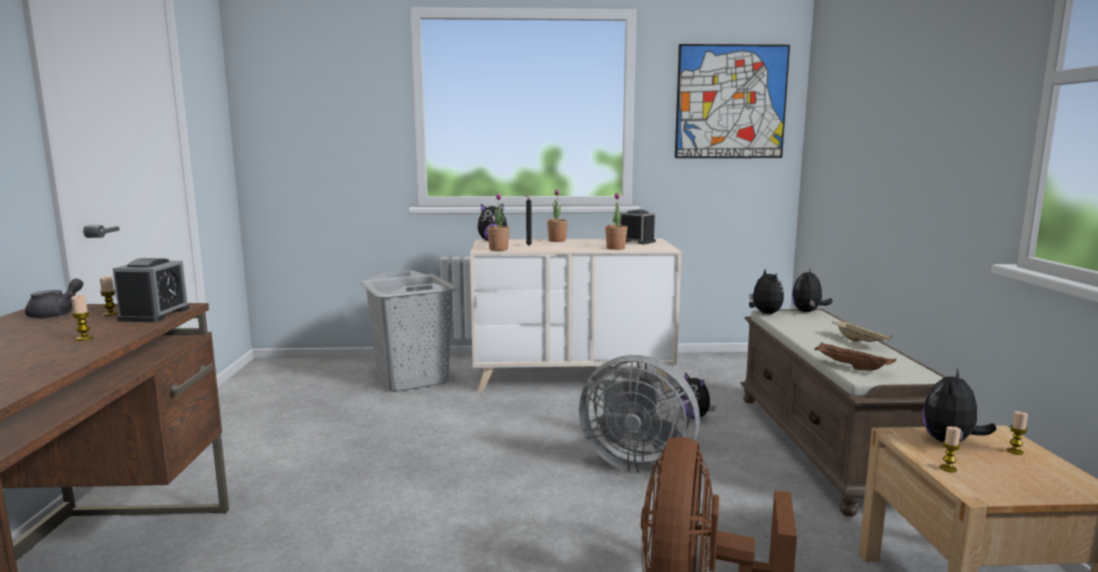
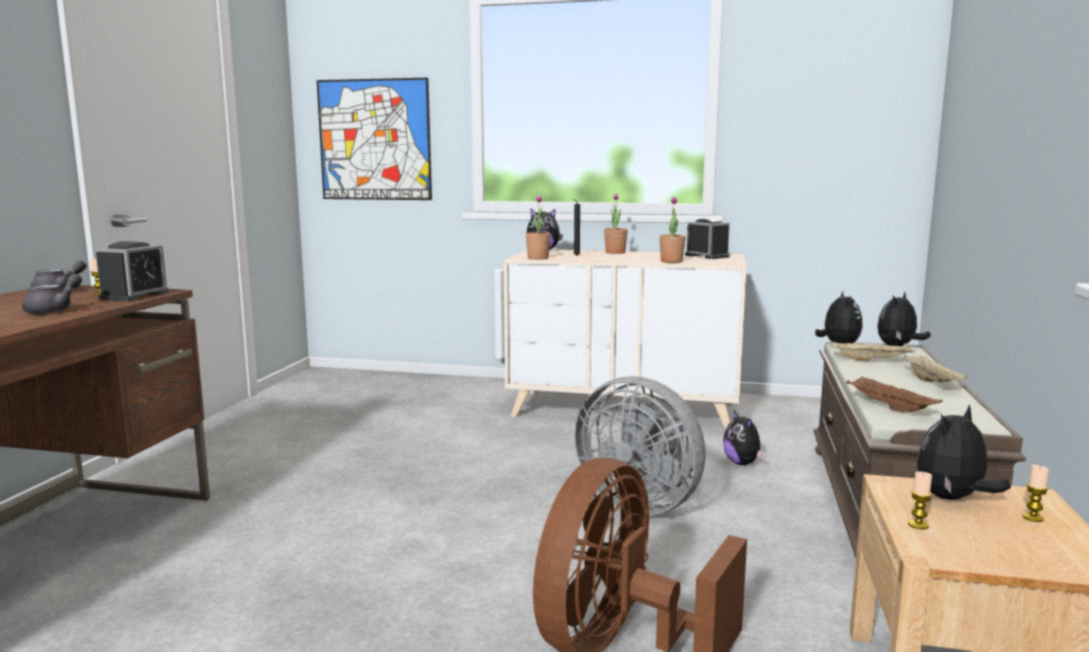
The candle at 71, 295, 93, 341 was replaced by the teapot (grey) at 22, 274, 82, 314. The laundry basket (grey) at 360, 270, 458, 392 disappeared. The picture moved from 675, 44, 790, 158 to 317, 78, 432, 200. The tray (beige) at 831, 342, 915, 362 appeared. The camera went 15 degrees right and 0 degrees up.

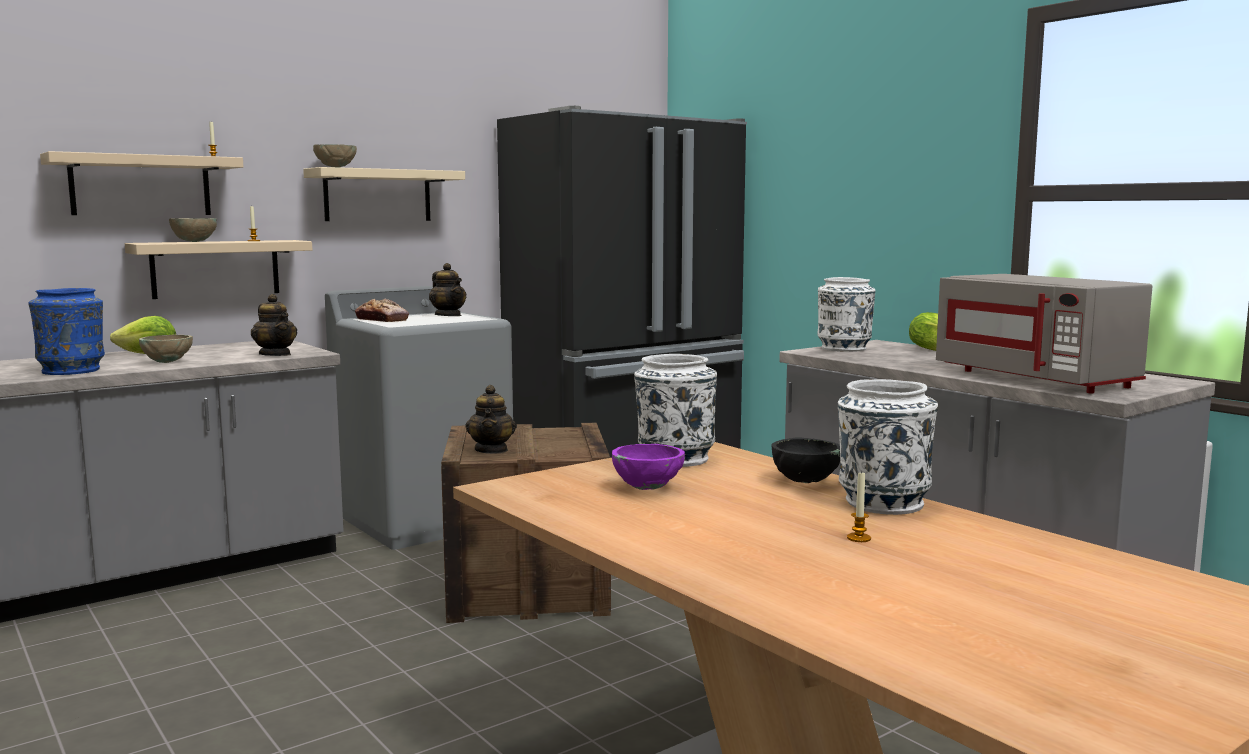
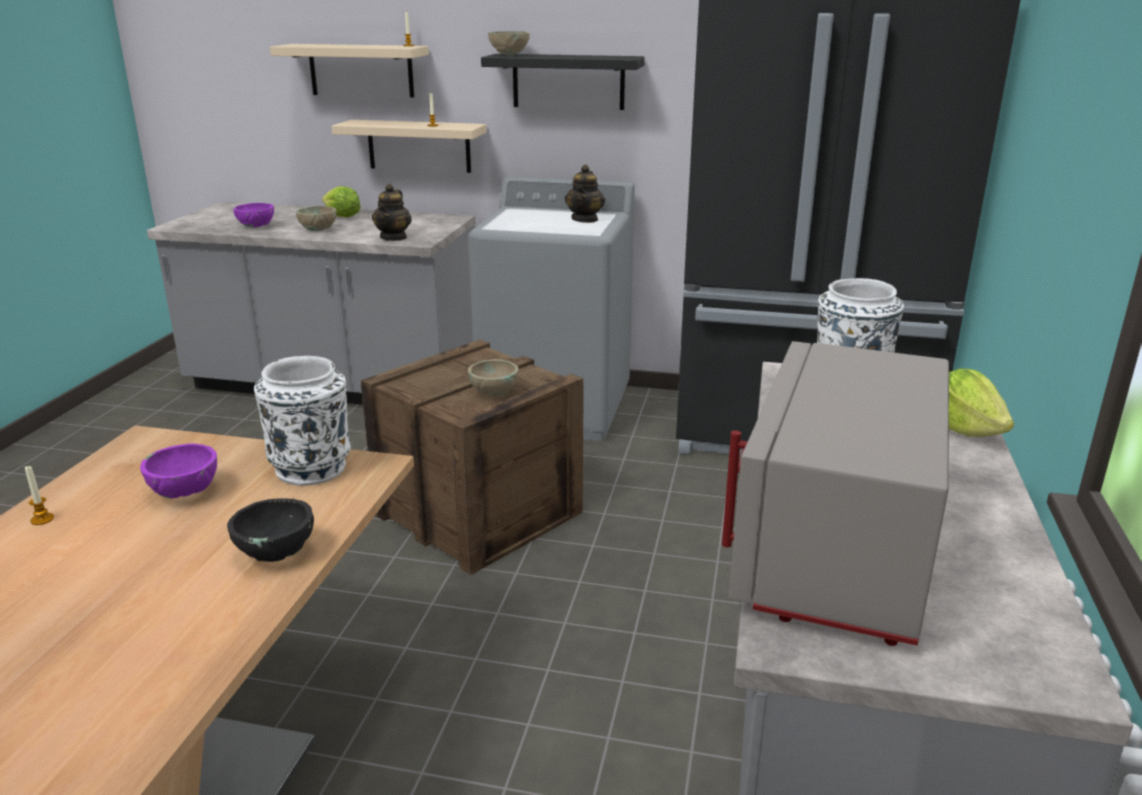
The vase (blue) at 28, 288, 105, 375 was replaced by the bowl (purple) at 233, 203, 274, 228. The bowl (beige) moved from 169, 218, 217, 242 to 468, 359, 518, 396. The shelf (beige) at 303, 167, 465, 221 became the shelf (black) at 481, 54, 645, 110. The bread at 355, 299, 409, 322 disappeared. The teapot at 465, 385, 516, 454 disappeared. The vase (white) at 838, 379, 938, 515 disappeared. The candle moved from 847, 470, 871, 542 to 25, 465, 54, 525. The camera went 50 degrees right and 15 degrees up.

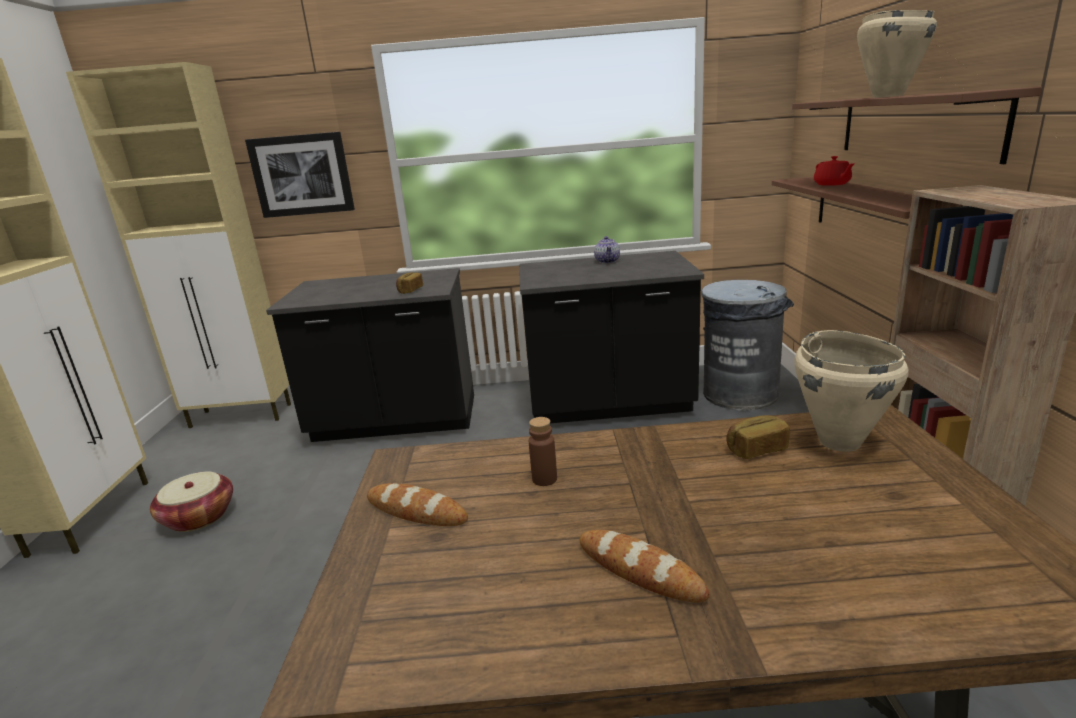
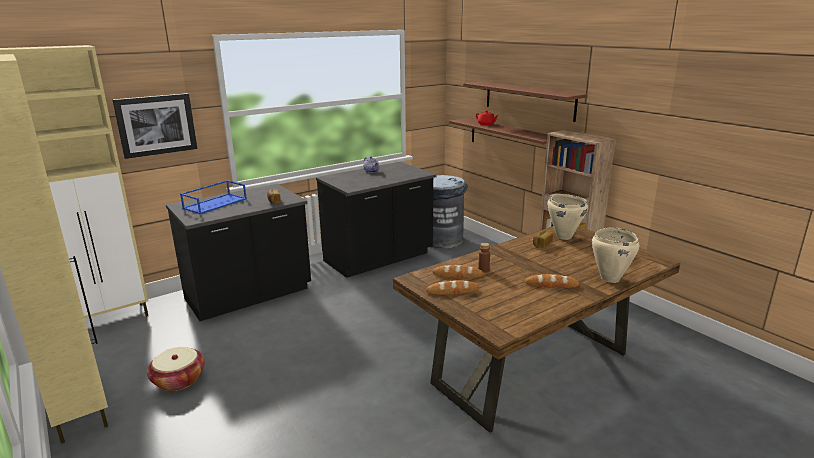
The cooking pot (beige) moved from 857, 10, 937, 98 to 592, 227, 639, 283. The tray (blue) at 180, 180, 247, 214 appeared. The bread at 432, 265, 484, 278 appeared. The camera went 35 degrees left and 0 degrees up.

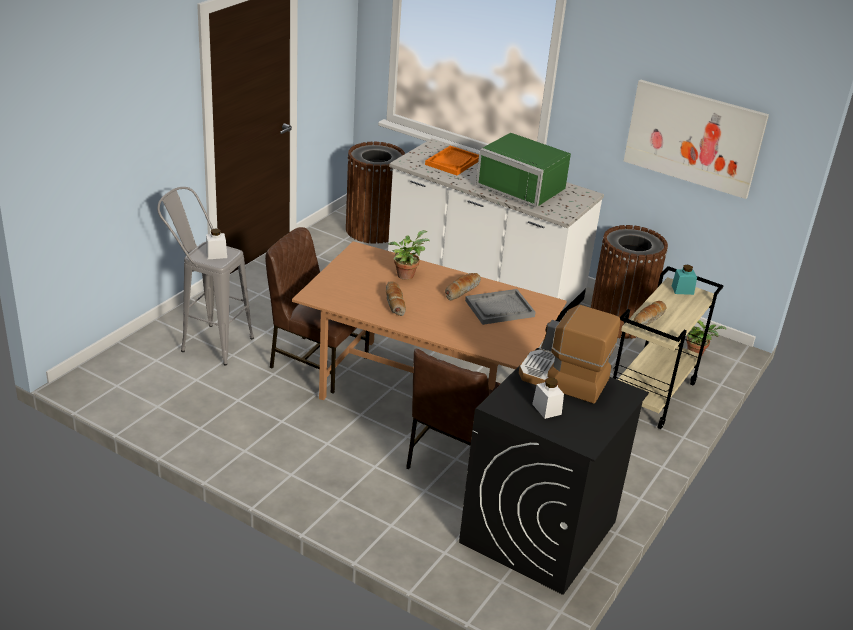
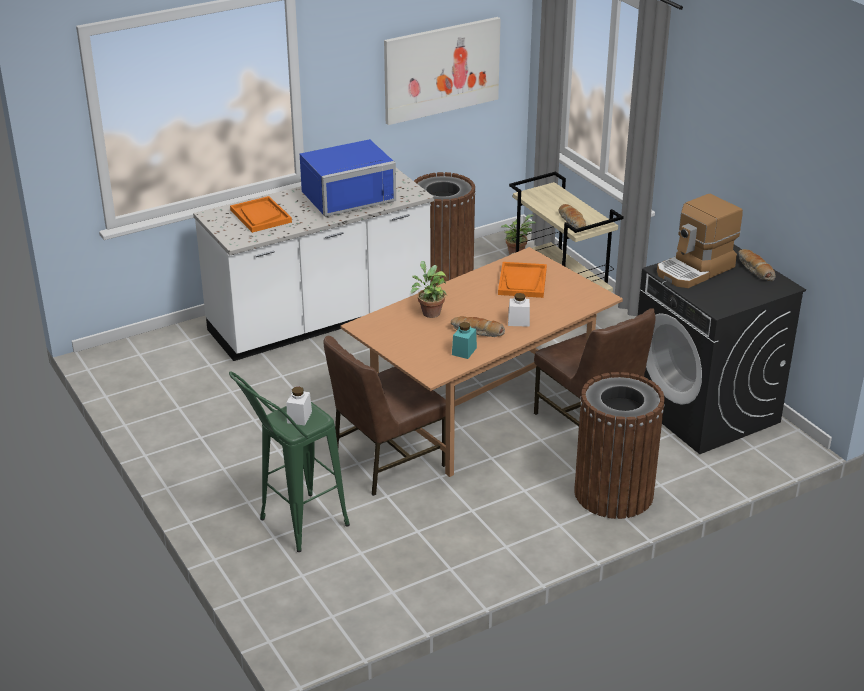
The stool (grey) at 157, 187, 254, 365 became the stool (green) at 229, 371, 350, 552. The trash can (brown) moved from 346, 142, 405, 244 to 574, 372, 665, 519. The bread moved from 445, 273, 481, 301 to 738, 249, 776, 281. The tray (grey) at 465, 289, 536, 325 became the tray (orange) at 498, 262, 547, 298. The microwave (green) at 476, 133, 571, 207 became the microwave (blue) at 300, 139, 396, 217. The jar (white) moved from 532, 378, 564, 419 to 508, 293, 530, 327. The jar (turquoise) moved from 672, 265, 697, 295 to 452, 322, 477, 359. The camera went 60 degrees left and 0 degrees up.

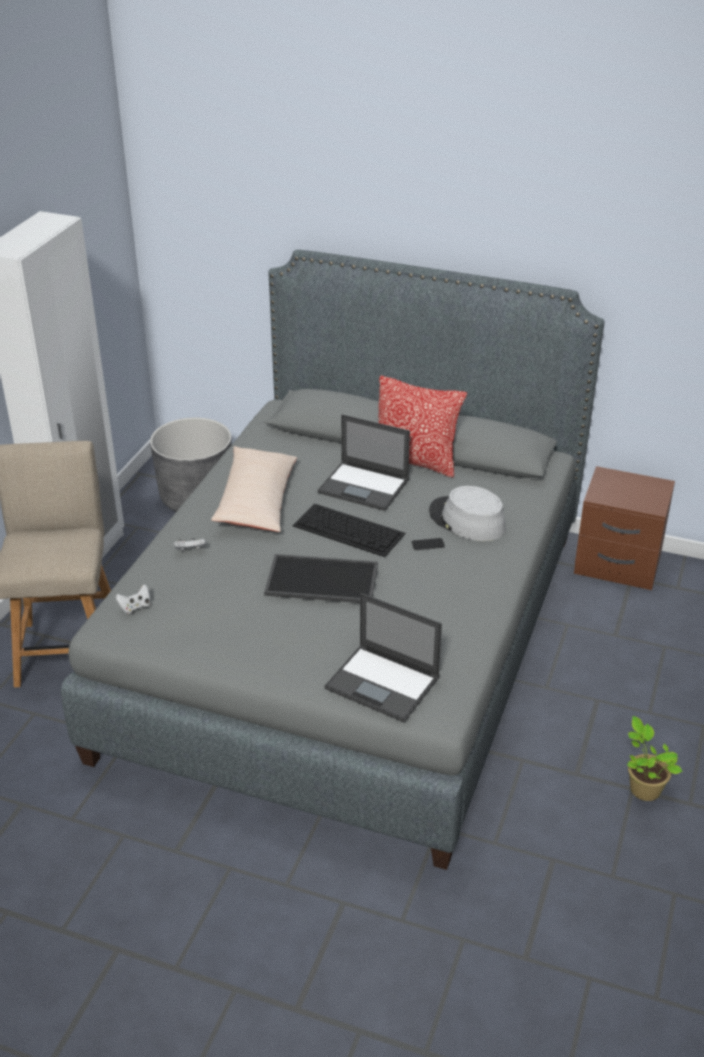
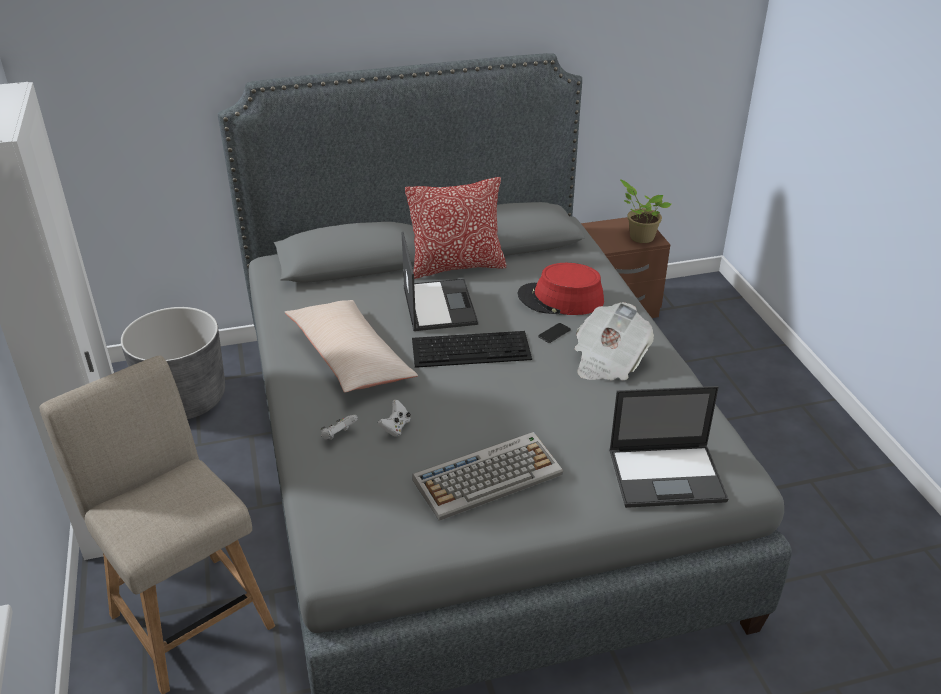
The game controller (white) moved from 115, 584, 150, 614 to 378, 400, 411, 437. The tray at 264, 554, 378, 603 disappeared. The laptop at 317, 414, 410, 511 turned 90 degrees counterclockwise. The hat (grey) at 429, 486, 506, 541 became the hat (red) at 517, 263, 604, 315. The potted plant moved from 627, 716, 683, 801 to 620, 180, 671, 243. The keyboard at 412, 432, 563, 521 appeared. The newspaper at 574, 302, 654, 381 appeared. The camera went 35 degrees left and 0 degrees up.

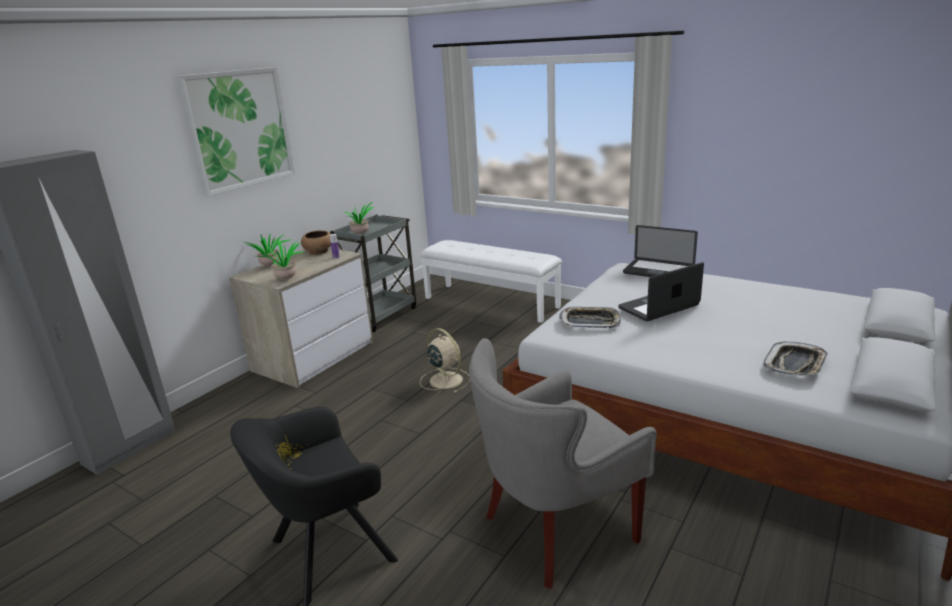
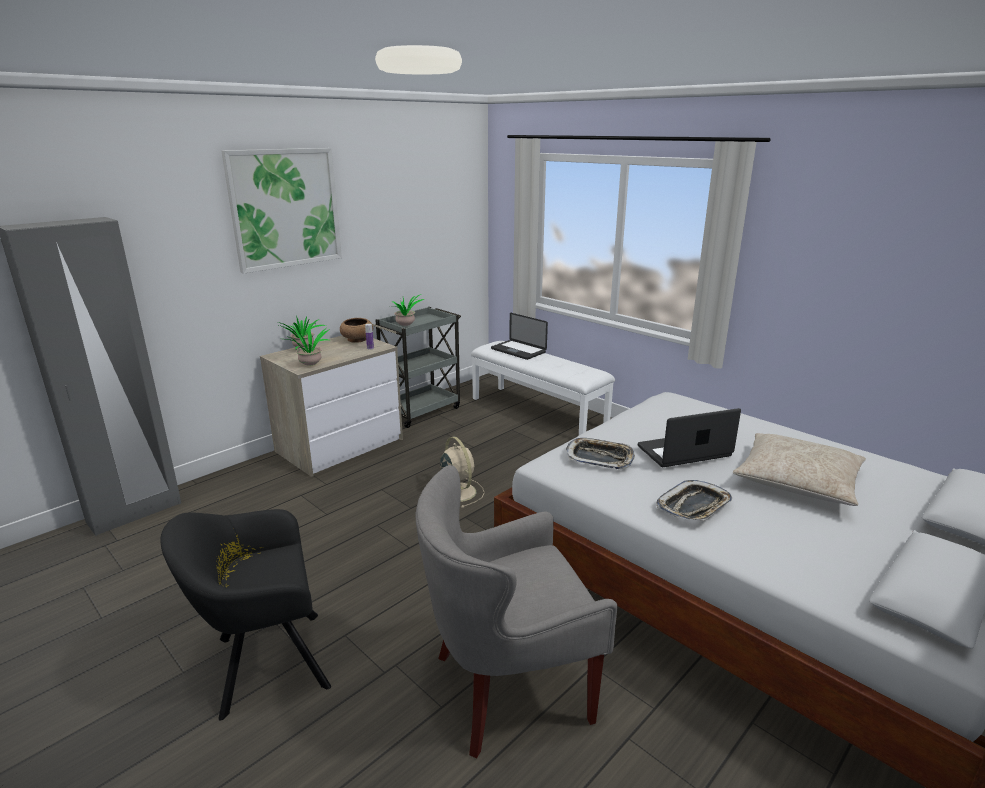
The laptop moved from 623, 225, 698, 277 to 491, 313, 548, 360. The tray moved from 763, 342, 828, 376 to 657, 480, 732, 520. The pillow (beige) at 733, 433, 866, 506 appeared. The camera went 10 degrees right and 0 degrees up.

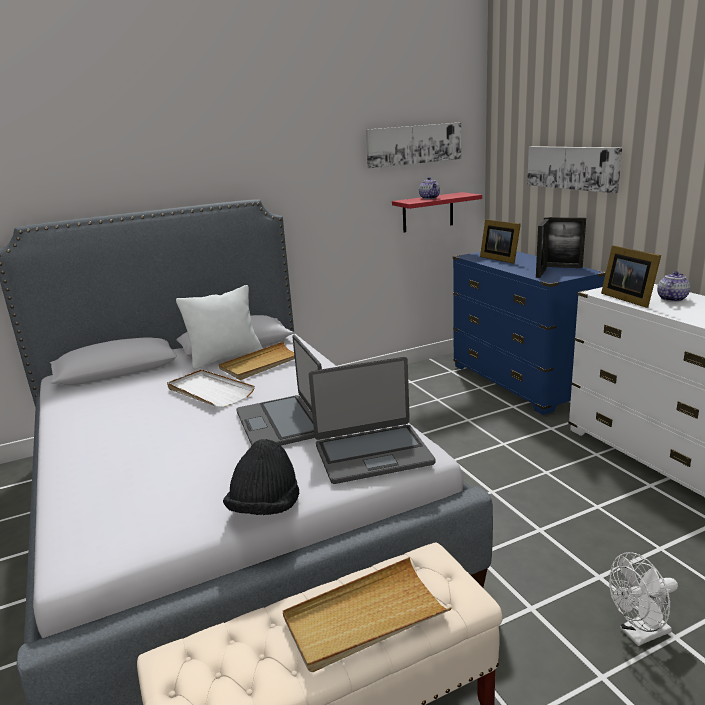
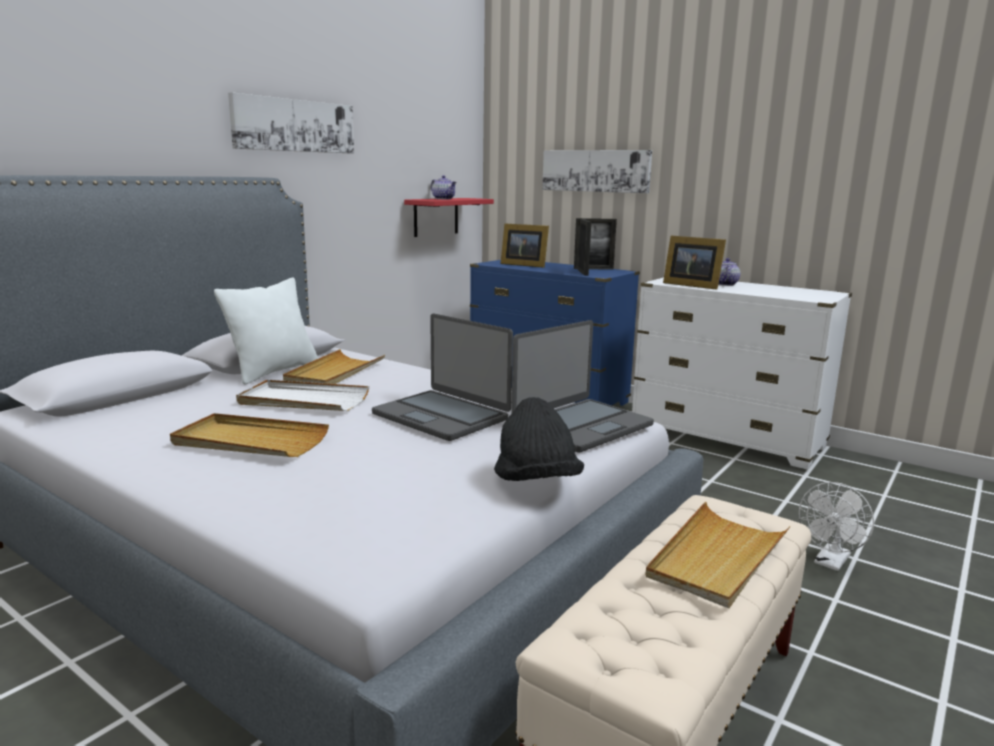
The picture moved from 366, 122, 461, 168 to 228, 92, 354, 153. The tray (beige) at 170, 413, 329, 457 appeared. The camera went 30 degrees left and 5 degrees down.

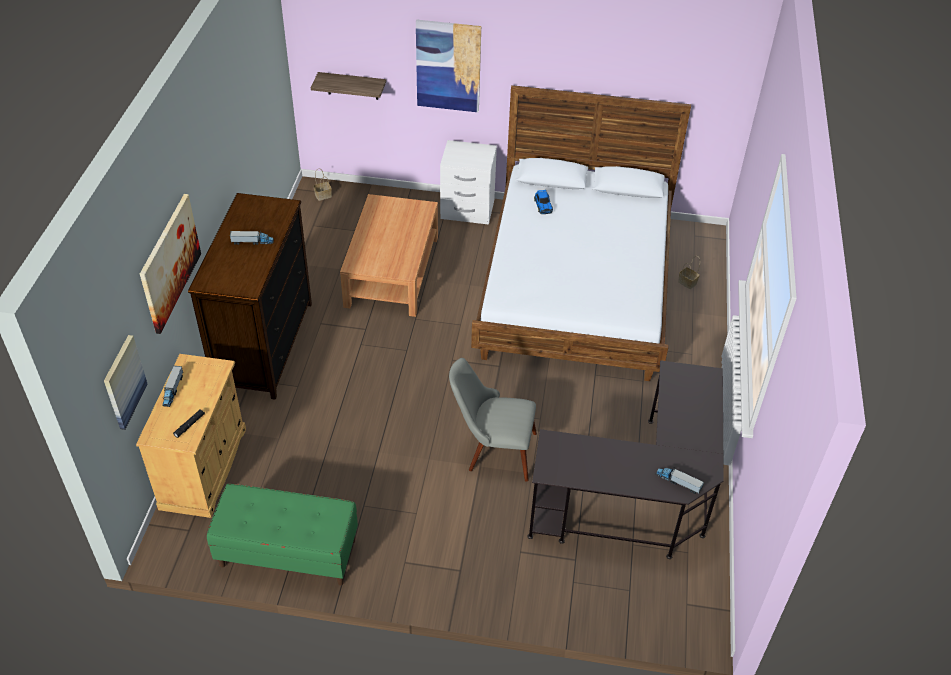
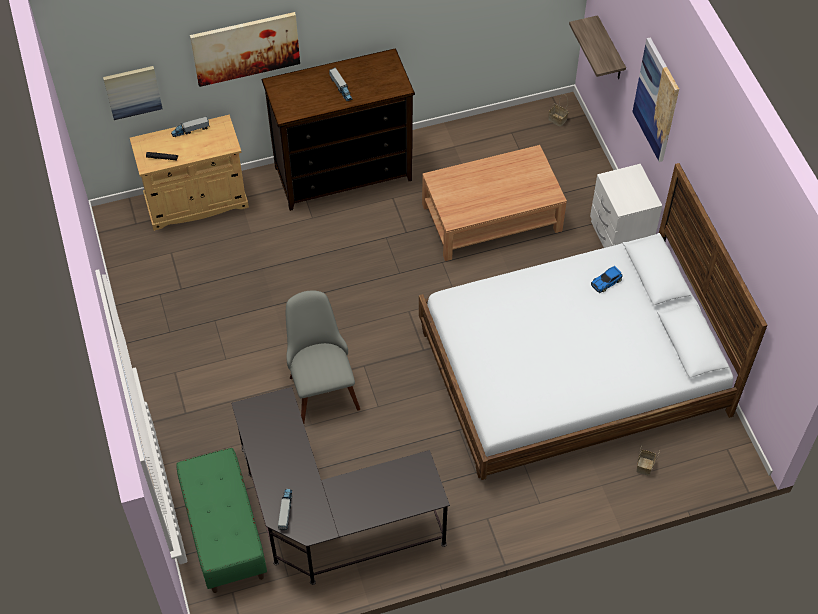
The bench (green) moved from 207, 484, 358, 586 to 176, 448, 267, 593. The camera went 65 degrees right and 10 degrees up.

